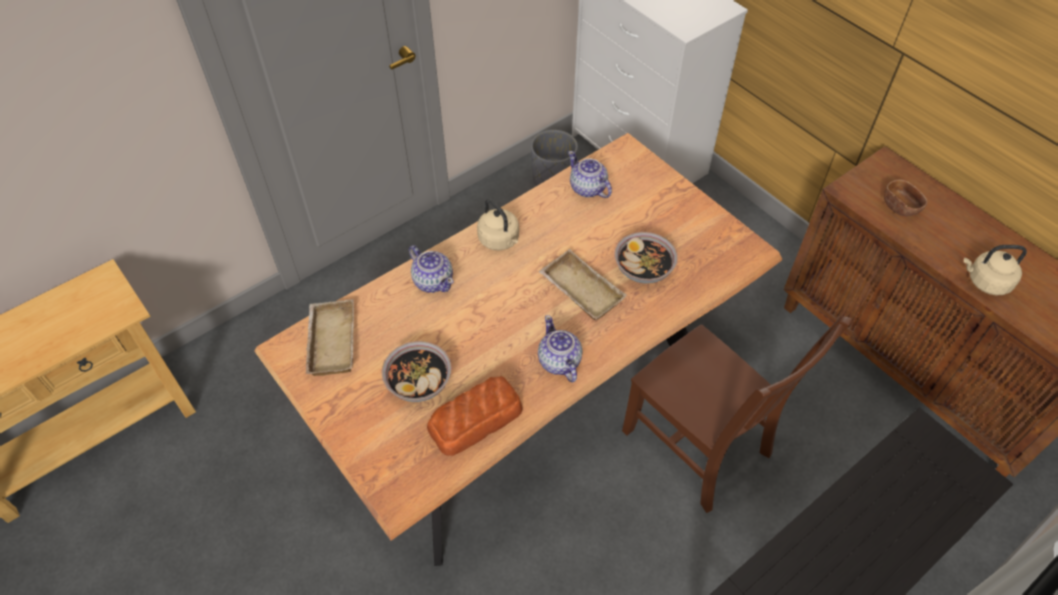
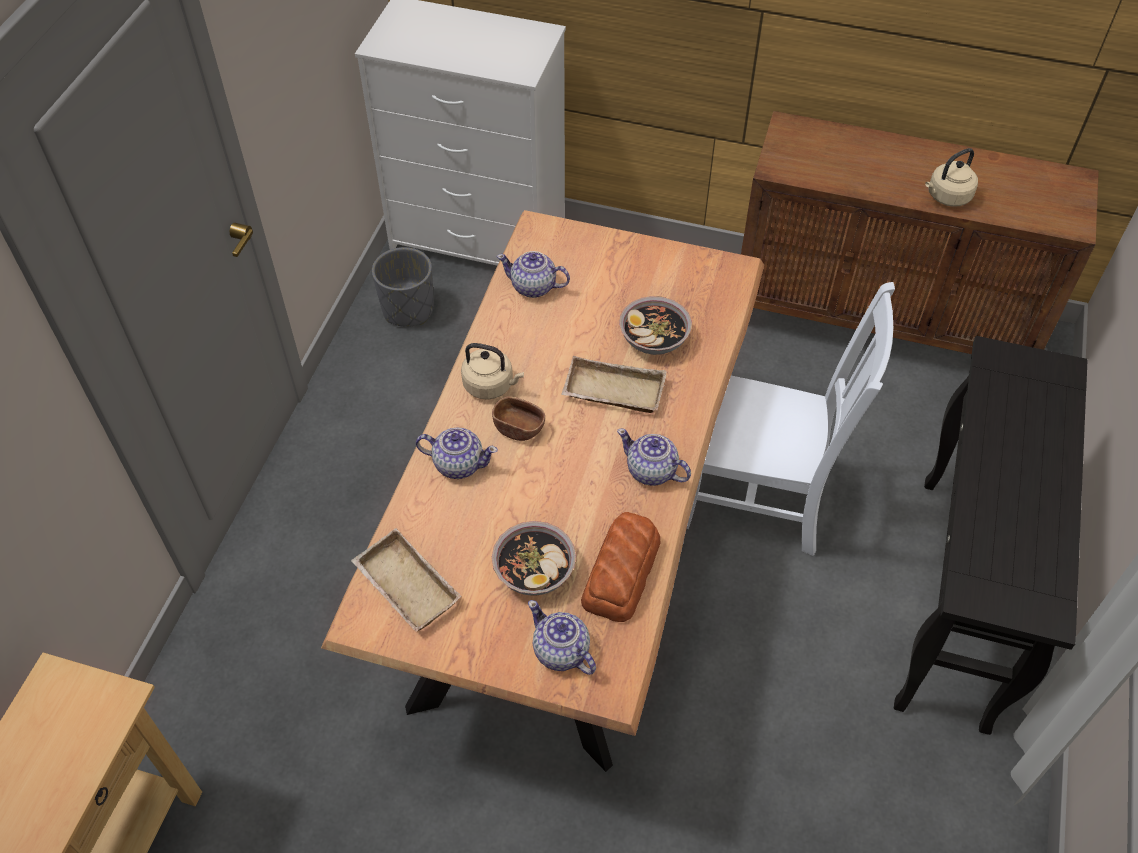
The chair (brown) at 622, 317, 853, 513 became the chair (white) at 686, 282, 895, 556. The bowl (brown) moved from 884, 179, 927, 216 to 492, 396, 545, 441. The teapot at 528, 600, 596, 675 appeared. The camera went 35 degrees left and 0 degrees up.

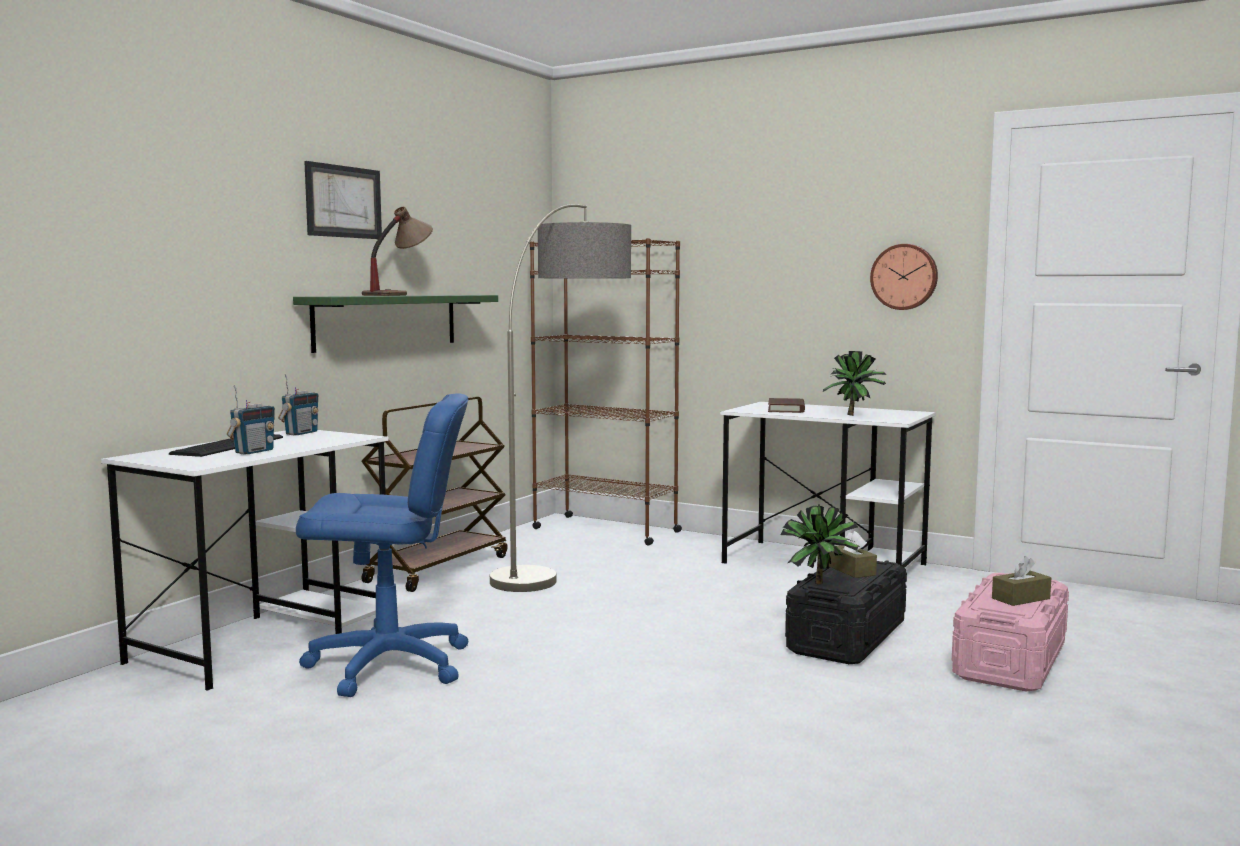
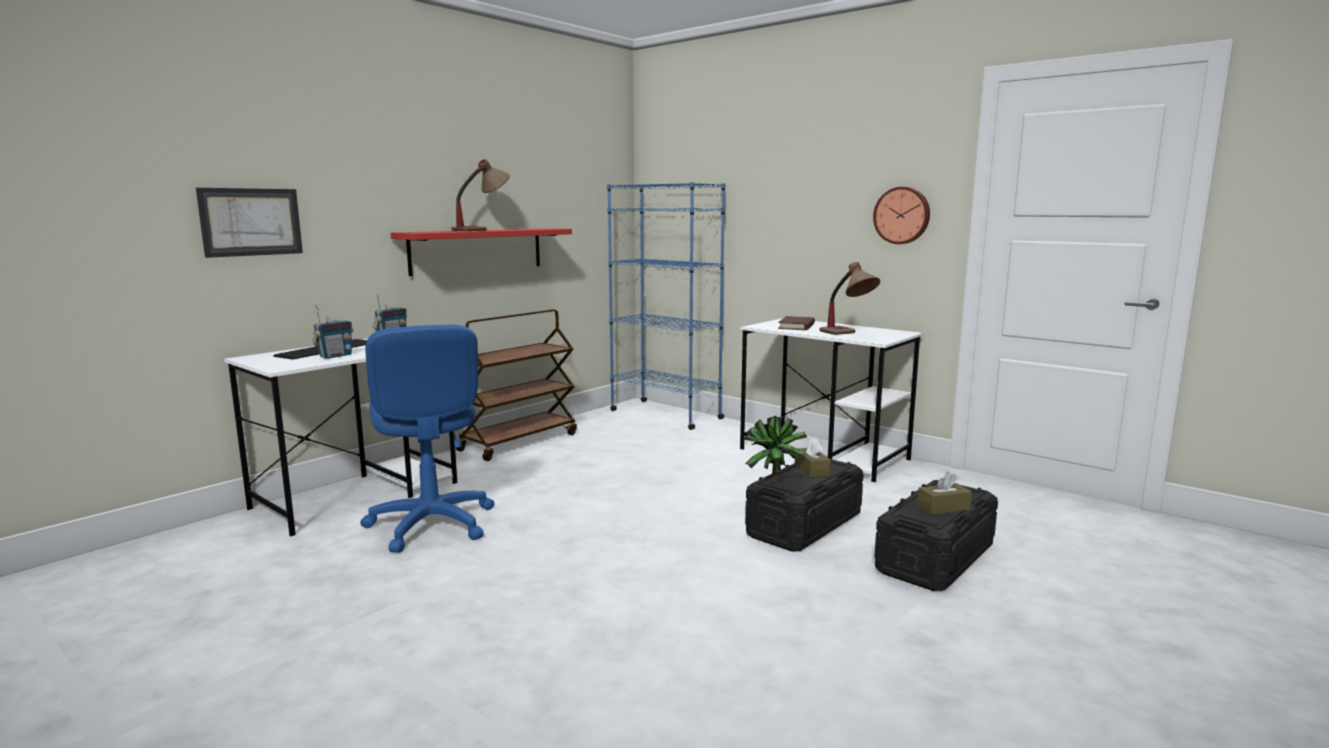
The shelf (green) at 293, 295, 498, 353 became the shelf (red) at 391, 228, 572, 276. The office chair (blue) at 296, 393, 468, 697 turned 60 degrees clockwise. The picture moved from 304, 161, 382, 239 to 196, 188, 303, 258. The floor lamp at 490, 204, 631, 592 disappeared. The bookcase (brown) at 530, 238, 682, 546 became the bookcase (blue) at 607, 182, 725, 430. The potted plant at 823, 351, 886, 416 was replaced by the table lamp at 819, 262, 880, 335. The storage box (pink) at 952, 573, 1069, 692 became the storage box (black) at 874, 480, 998, 591. The camera went 10 degrees right and 5 degrees up.

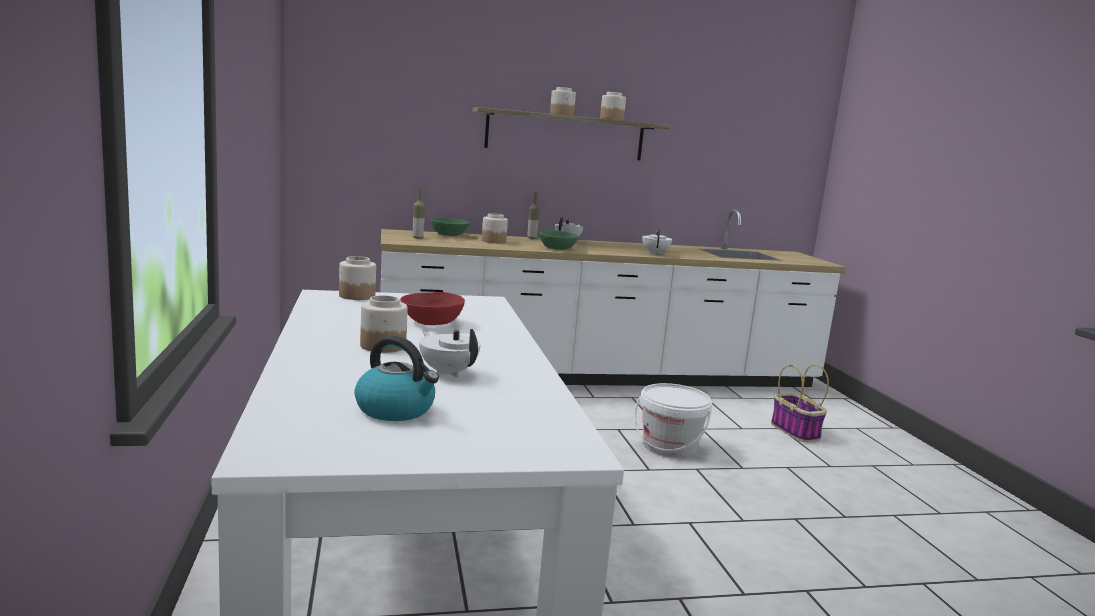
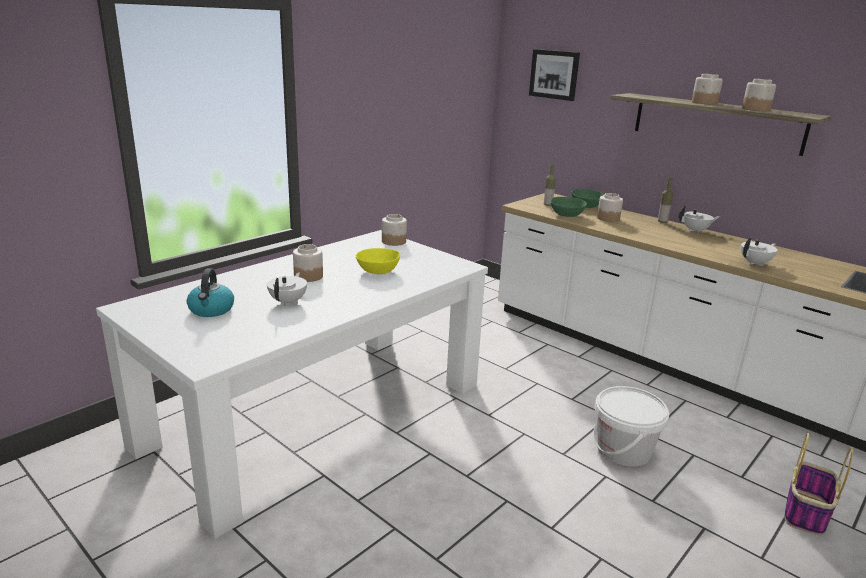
The bowl (red) at 400, 292, 465, 325 became the bowl (yellow) at 356, 248, 400, 274. The bowl (green) moved from 539, 230, 579, 250 to 550, 197, 587, 217. The picture at 529, 49, 580, 101 appeared. The camera went 55 degrees right and 10 degrees up.

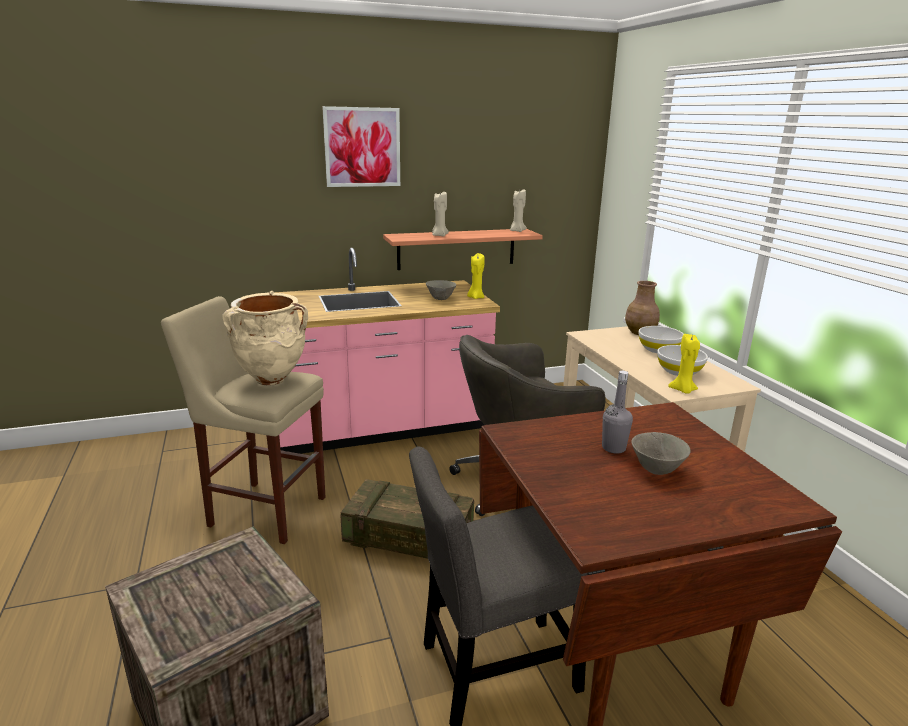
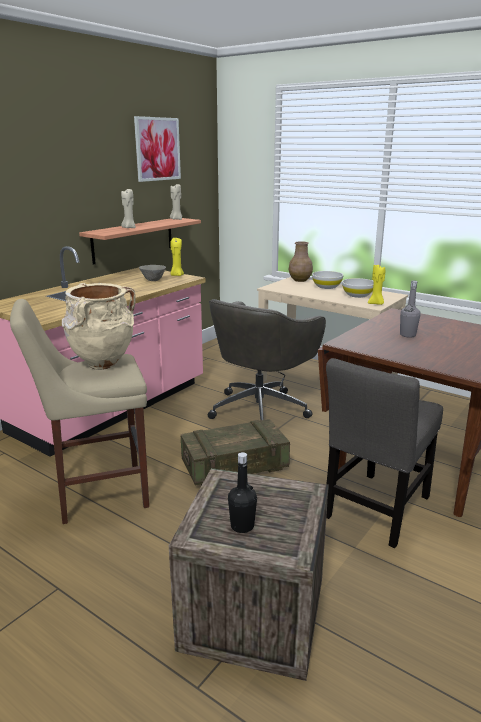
The picture moved from 322, 106, 400, 187 to 134, 116, 181, 182. The bowl (grey) at 631, 432, 690, 475 disappeared. The bottle (black) at 228, 452, 257, 533 appeared. The camera went 35 degrees left and 0 degrees up.

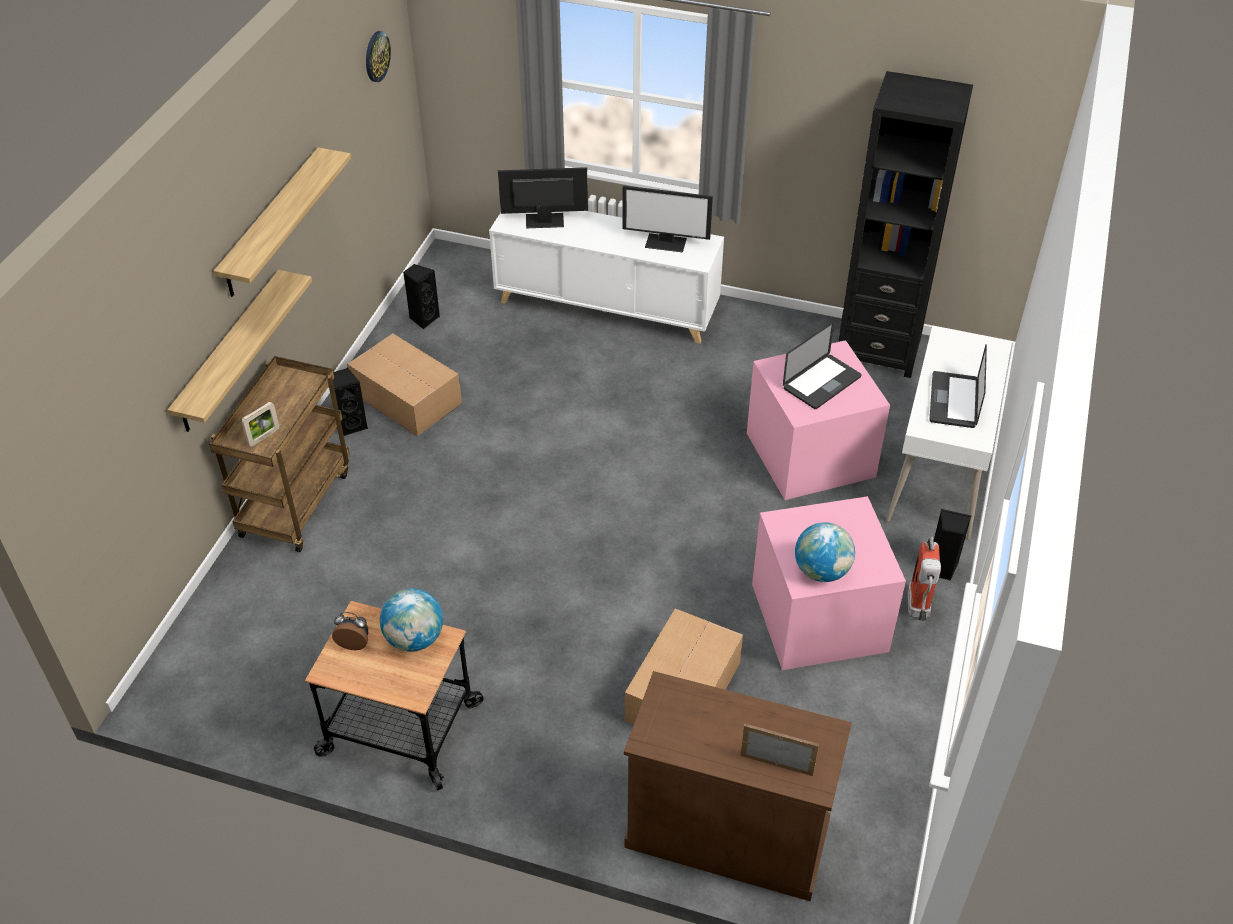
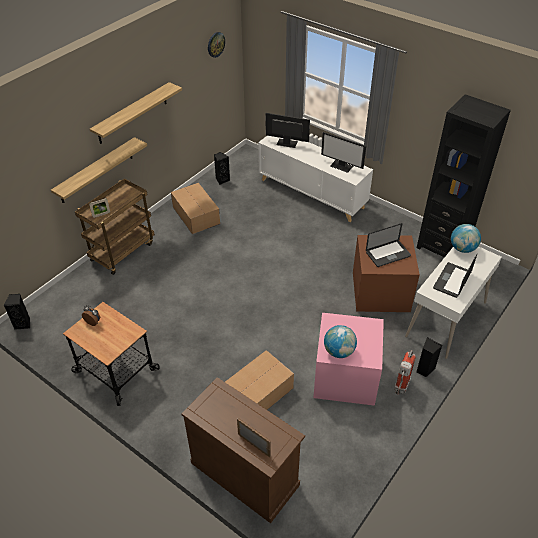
The speaker (black) moved from 333, 368, 368, 436 to 4, 294, 30, 330. The globe moved from 380, 588, 443, 652 to 451, 224, 481, 253. The storage box (pink) at 747, 340, 890, 500 became the storage box (brown) at 353, 235, 420, 312. The camera went 20 degrees right and 0 degrees up.

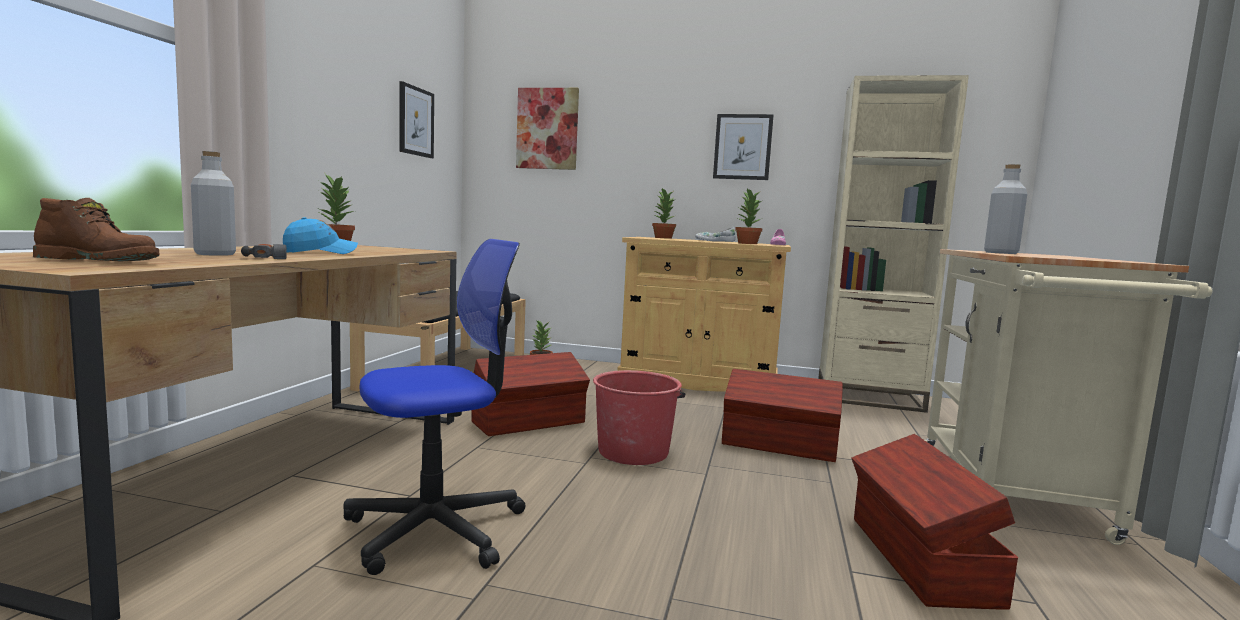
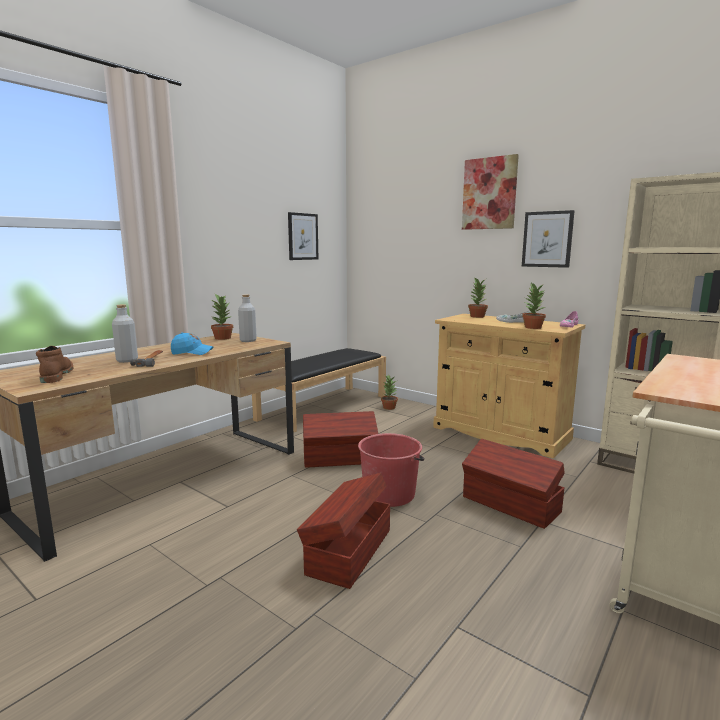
The boot (brown) at 33, 198, 160, 261 turned 135 degrees counterclockwise. The office chair at 343, 239, 526, 575 disappeared. The picture moved from 516, 88, 579, 170 to 462, 154, 519, 230. The storage box (brown) moved from 852, 434, 1018, 610 to 297, 473, 390, 589. The bottle (grey) moved from 984, 164, 1027, 254 to 238, 294, 257, 342. The camera went 25 degrees right and 5 degrees up.

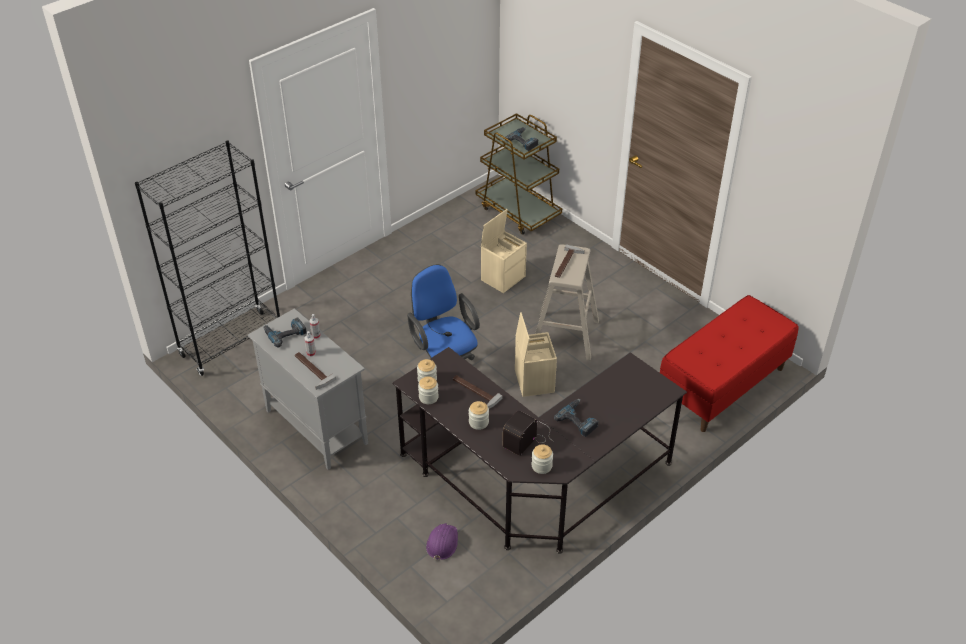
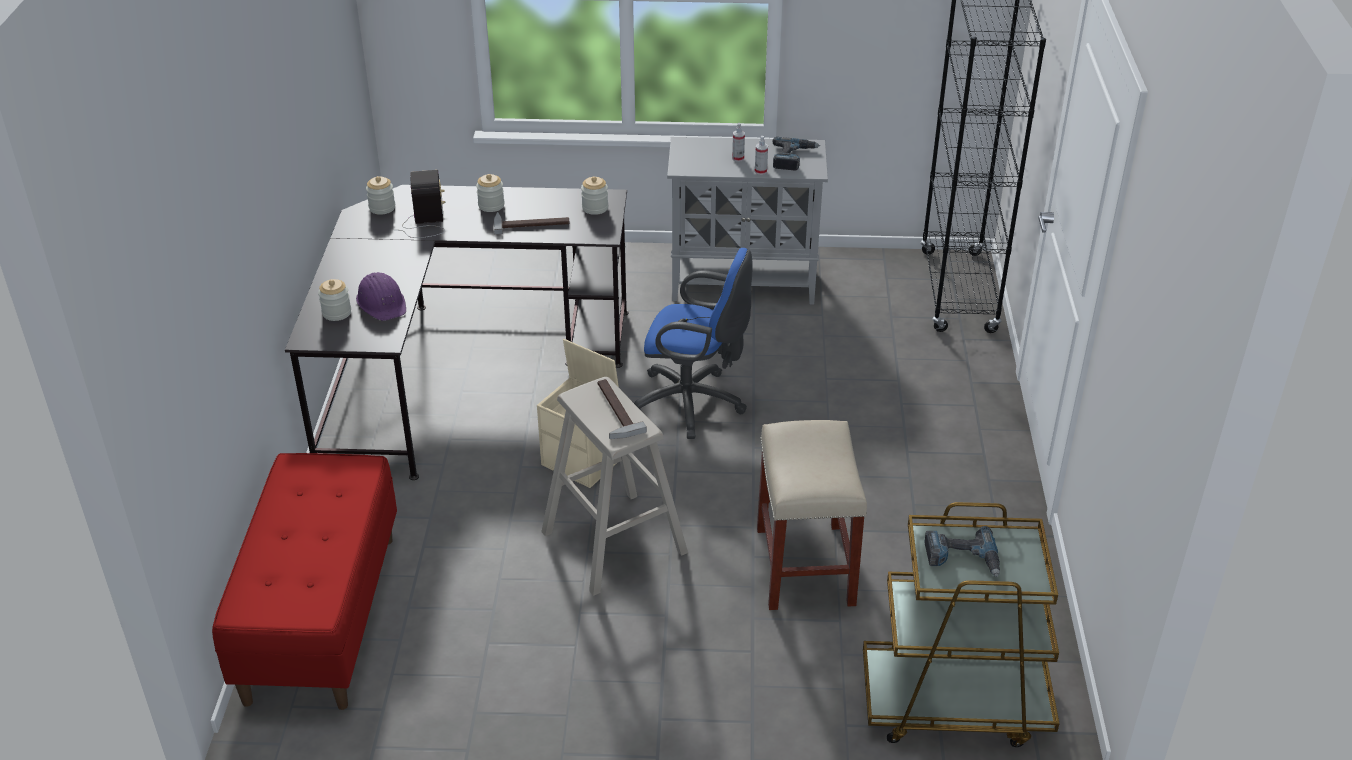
The hammer at 295, 352, 336, 390 disappeared. The jar moved from 418, 377, 439, 404 to 318, 279, 351, 321. The hard hat (purple) moved from 426, 523, 458, 561 to 356, 272, 406, 321. The storage box (beige) at 481, 209, 527, 293 was replaced by the stool (beige) at 757, 420, 867, 610. The power drill at 554, 399, 599, 437 disappeared. The camera went 135 degrees right and 5 degrees down.

